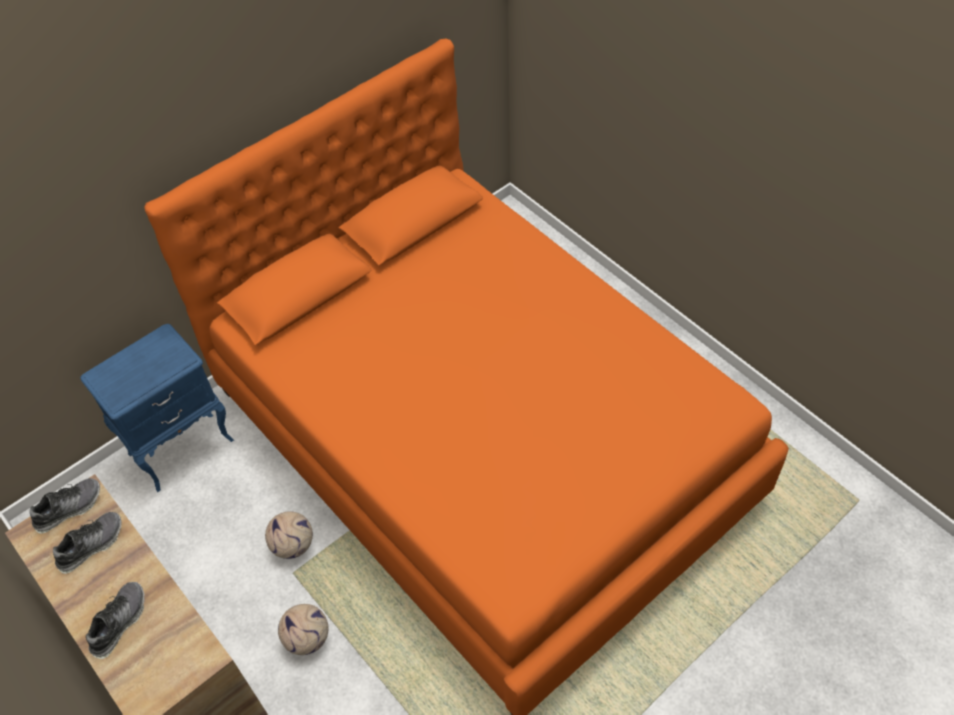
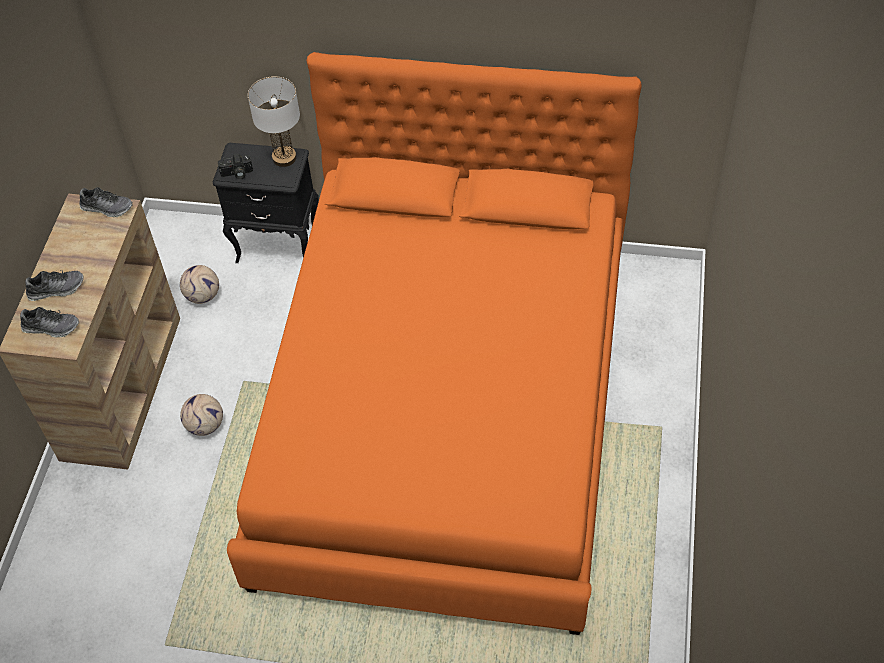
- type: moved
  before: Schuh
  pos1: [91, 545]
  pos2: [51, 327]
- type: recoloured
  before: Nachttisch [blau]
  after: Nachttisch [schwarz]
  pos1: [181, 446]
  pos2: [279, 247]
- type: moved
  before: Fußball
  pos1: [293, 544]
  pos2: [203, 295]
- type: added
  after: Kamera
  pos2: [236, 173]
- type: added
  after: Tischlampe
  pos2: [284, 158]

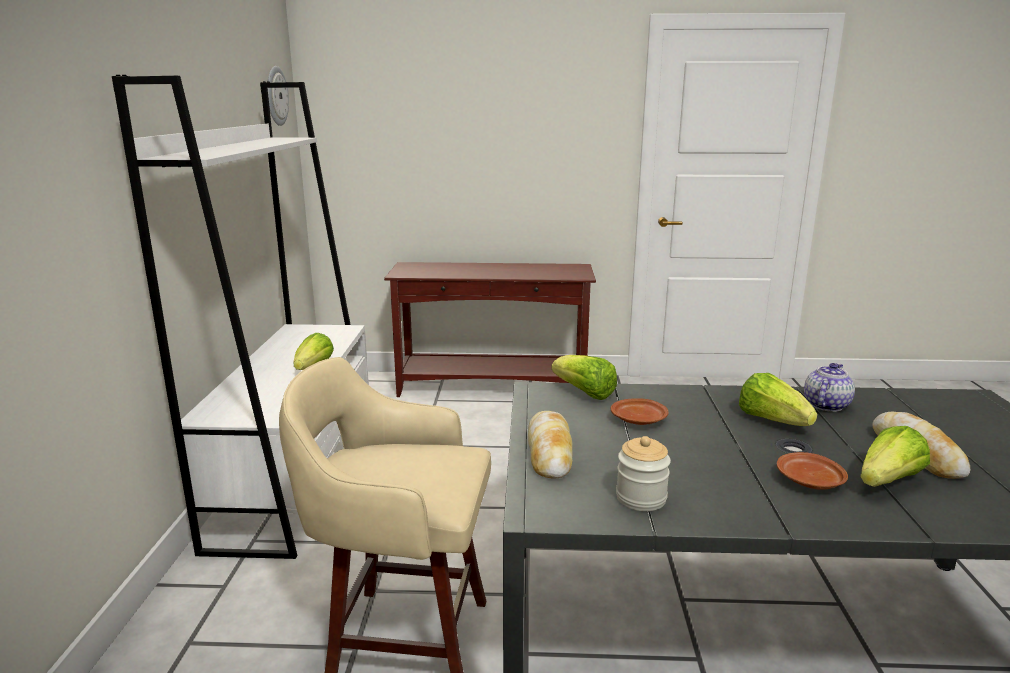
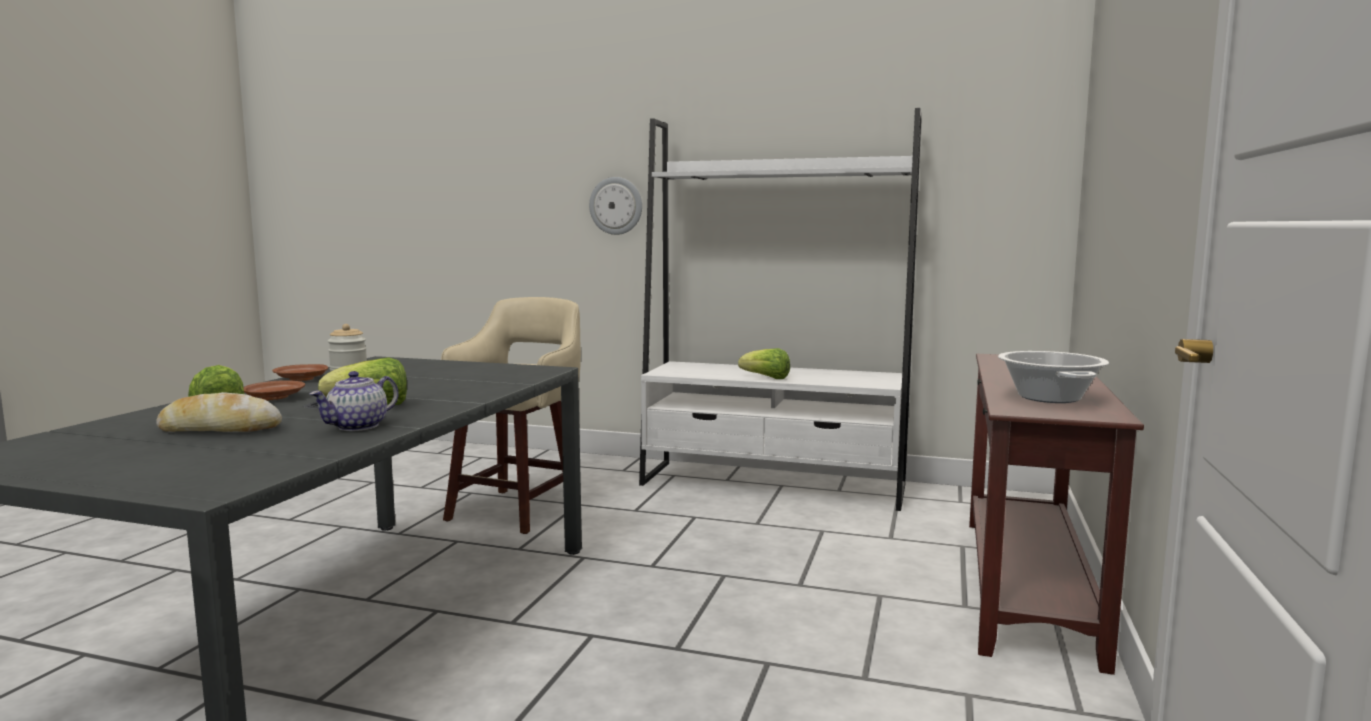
- type: moved
  before: Wanduhr
  pos1: [276, 96]
  pos2: [616, 206]
- type: removed
  before: Brot
  pos1: [549, 452]
- type: removed
  before: Salatkopf
  pos1: [584, 393]
- type: moved
  before: Teller [braun]
  pos1: [639, 420]
  pos2: [301, 379]
- type: turned
  before: Teekanne
  pos1: [825, 405]
  pos2: [358, 426]
  turn: 75
- type: added
  after: Kochtopf
  pos2: [1048, 398]

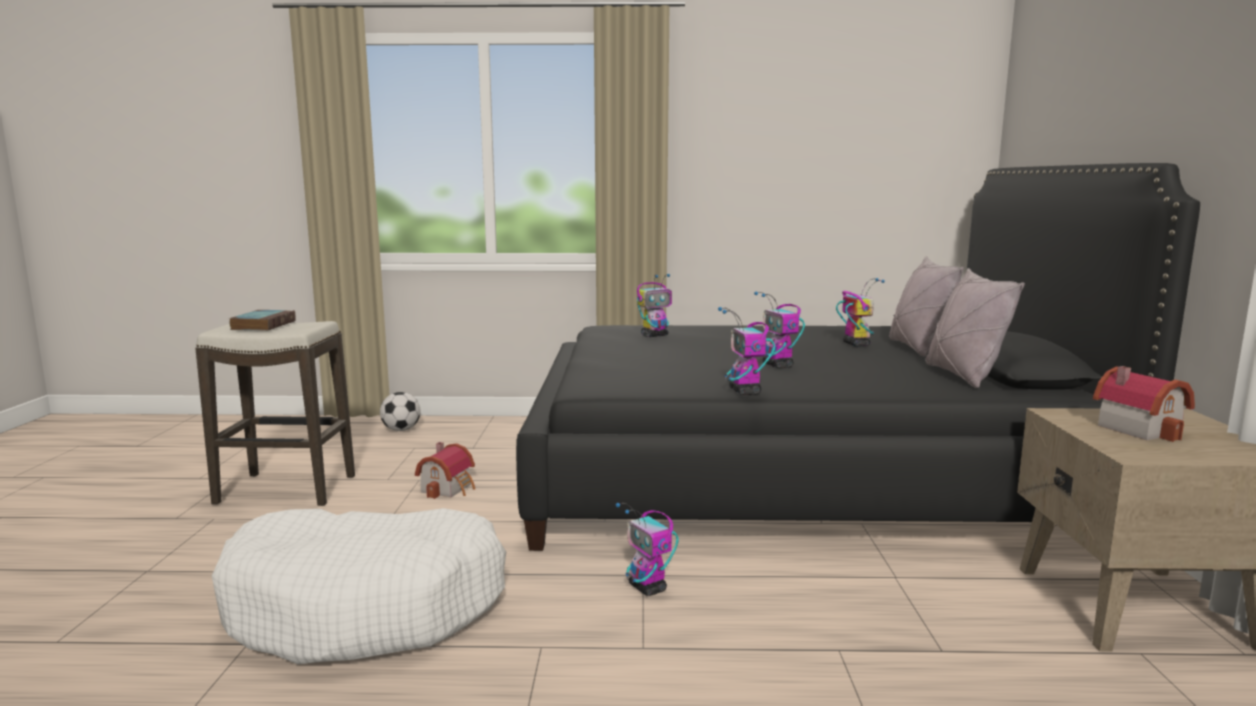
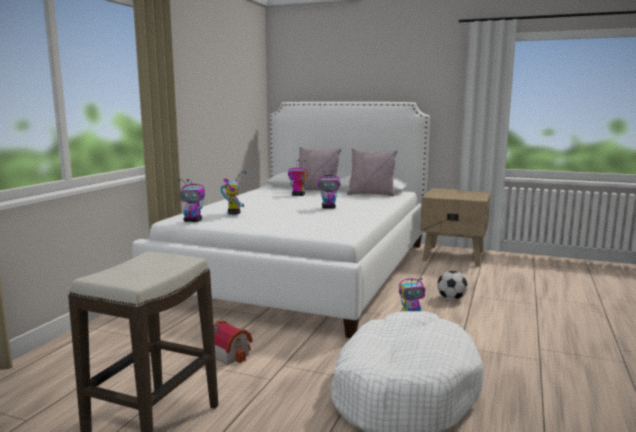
- type: removed
  before: Buch
  pos1: [263, 325]
- type: moved
  before: Fußball
  pos1: [401, 430]
  pos2: [451, 299]
- type: recoloured
  before: Bett [schwarz]
  after: Bett [weiß]
  pos1: [792, 474]
  pos2: [303, 269]
- type: moved
  before: Spielzeugroboter
  pos1: [745, 392]
  pos2: [193, 221]
- type: removed
  before: Spielzeughaus
  pos1: [1139, 428]

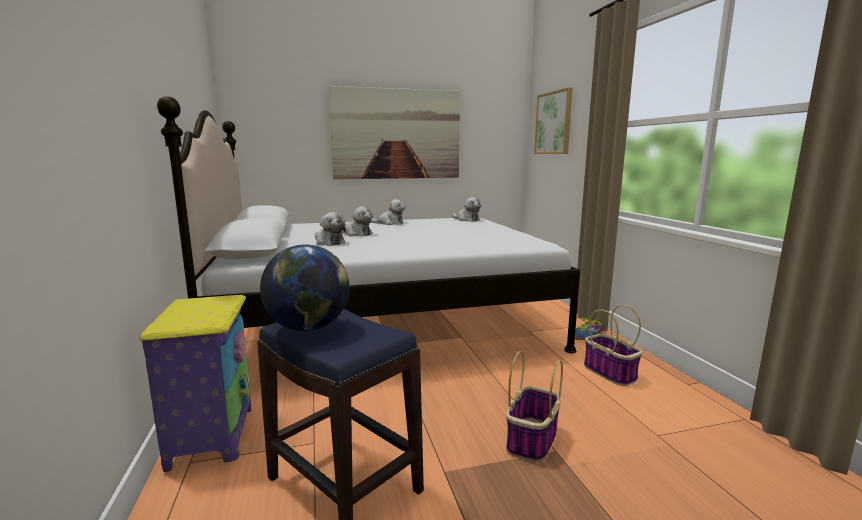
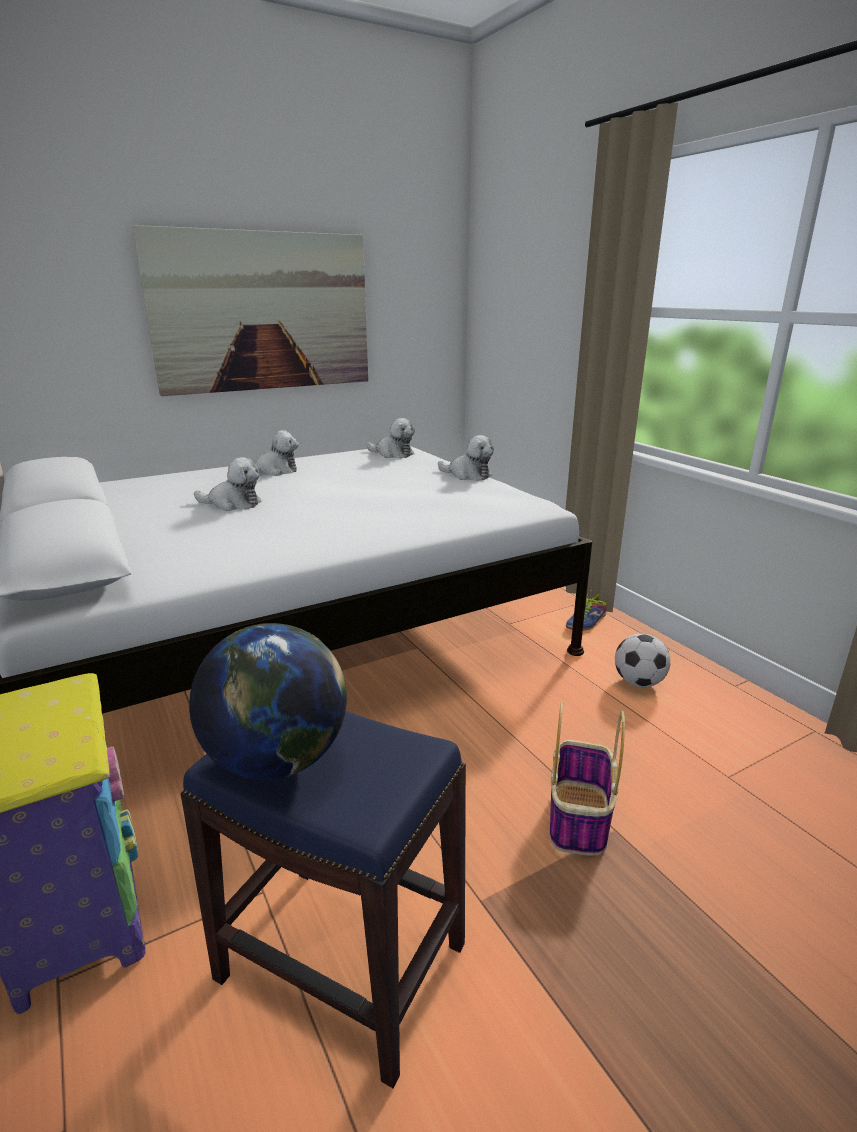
- type: moved
  before: Plüschtier
  pos1: [329, 242]
  pos2: [468, 475]
- type: removed
  before: Bild
  pos1: [553, 123]
- type: replaced
  before: Korb
  after: Fußball
  pos1: [611, 373]
  pos2: [638, 682]

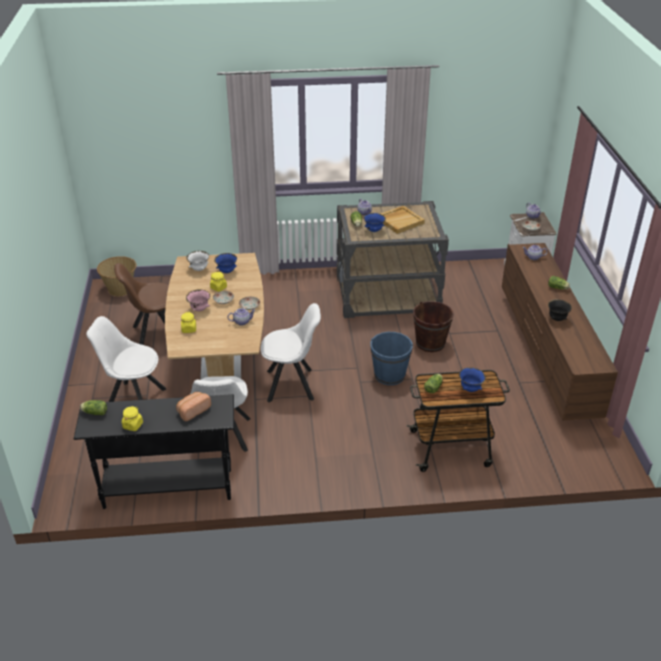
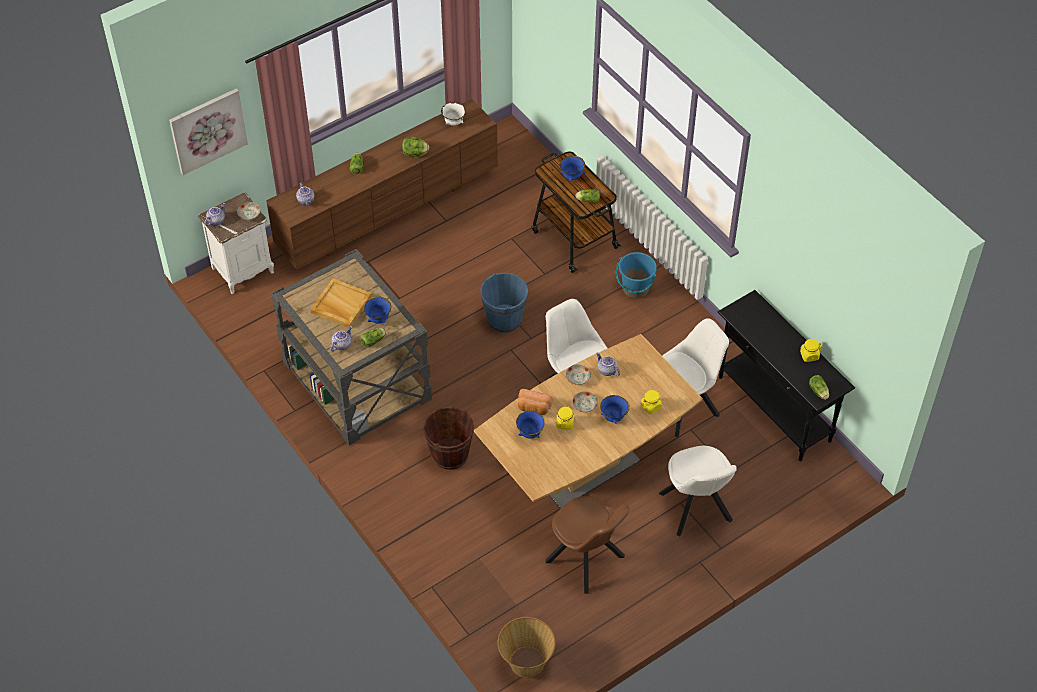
- type: moved
  before: Brot
  pos1: [193, 411]
  pos2: [533, 408]
- type: moved
  before: Schüssel [weiß]
  pos1: [199, 269]
  pos2: [453, 123]
- type: recoloured
  before: Schüssel [rosa]
  after: Schüssel [blau]
  pos1: [199, 309]
  pos2: [613, 417]
- type: moved
  before: Eimer [braun]
  pos1: [430, 343]
  pos2: [450, 454]
- type: replaced
  before: Schüssel [schwarz]
  after: Salatkopf
  pos1: [557, 319]
  pos2: [415, 154]
- type: added
  after: Bild
  pos2: [207, 130]
- type: added
  after: Eimer [blau]
  pos2: [635, 289]

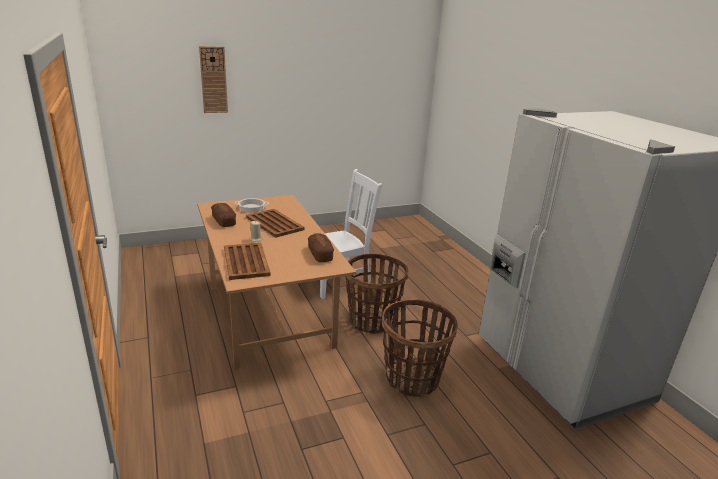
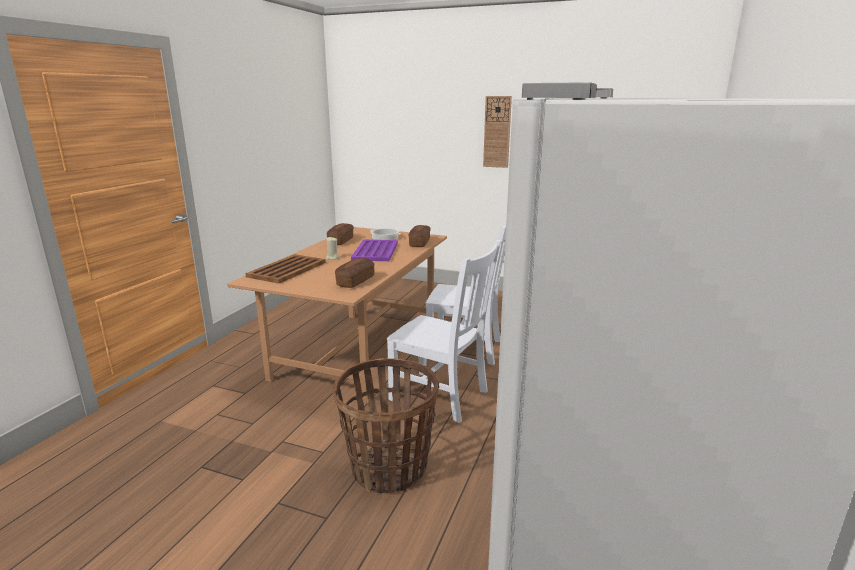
- type: moved
  before: Wanduhr
  pos1: [213, 80]
  pos2: [497, 132]
- type: recoloured
  before: Tablett [braun]
  after: Tablett [lila]
  pos1: [274, 223]
  pos2: [376, 251]
- type: replaced
  before: Korb
  after: Stuhl [weiß]
  pos1: [372, 321]
  pos2: [442, 396]
- type: added
  after: Brot
  pos2: [419, 243]

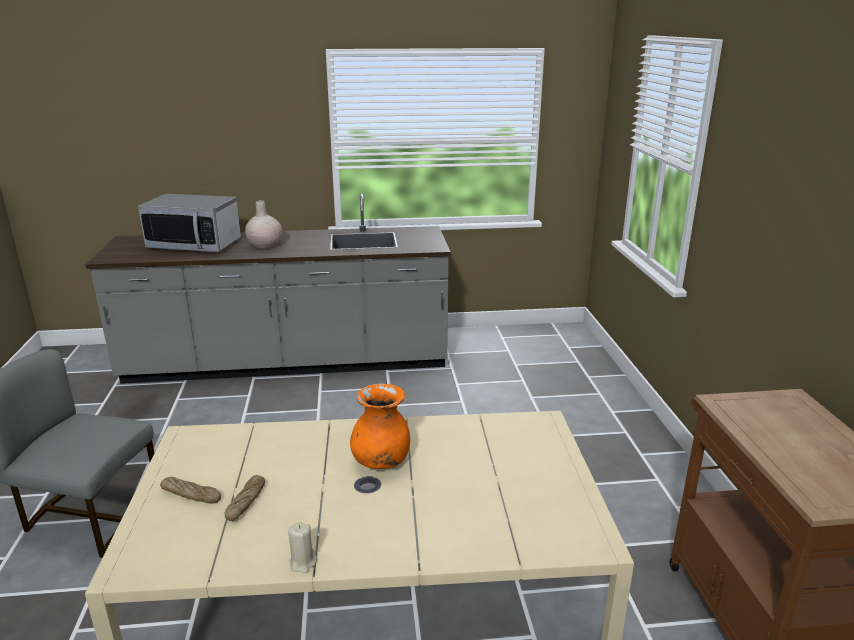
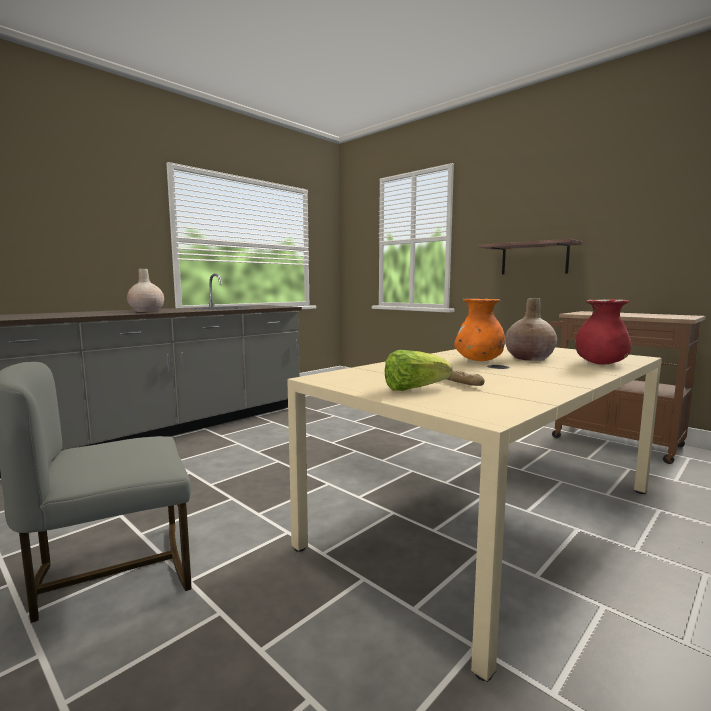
- type: removed
  before: Mikrowelle
  pos1: [195, 245]
- type: replaced
  before: Brot
  after: Salatkopf
  pos1: [191, 495]
  pos2: [414, 389]
- type: removed
  before: Kerze [beige]
  pos1: [303, 562]
- type: added
  after: Wandregal
  pos2: [534, 259]
- type: added
  after: Vase [beige]
  pos2: [529, 358]
- type: added
  after: Vase [rot]
  pos2: [600, 363]

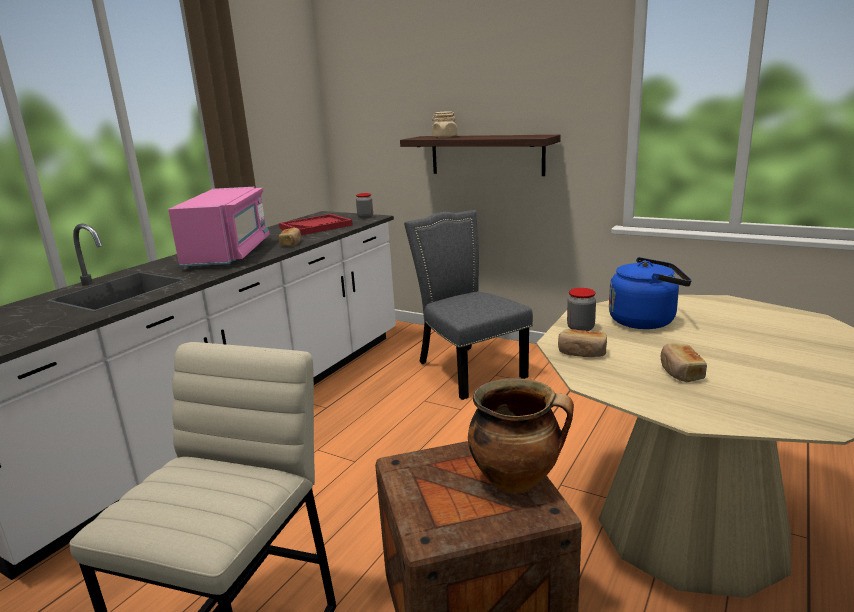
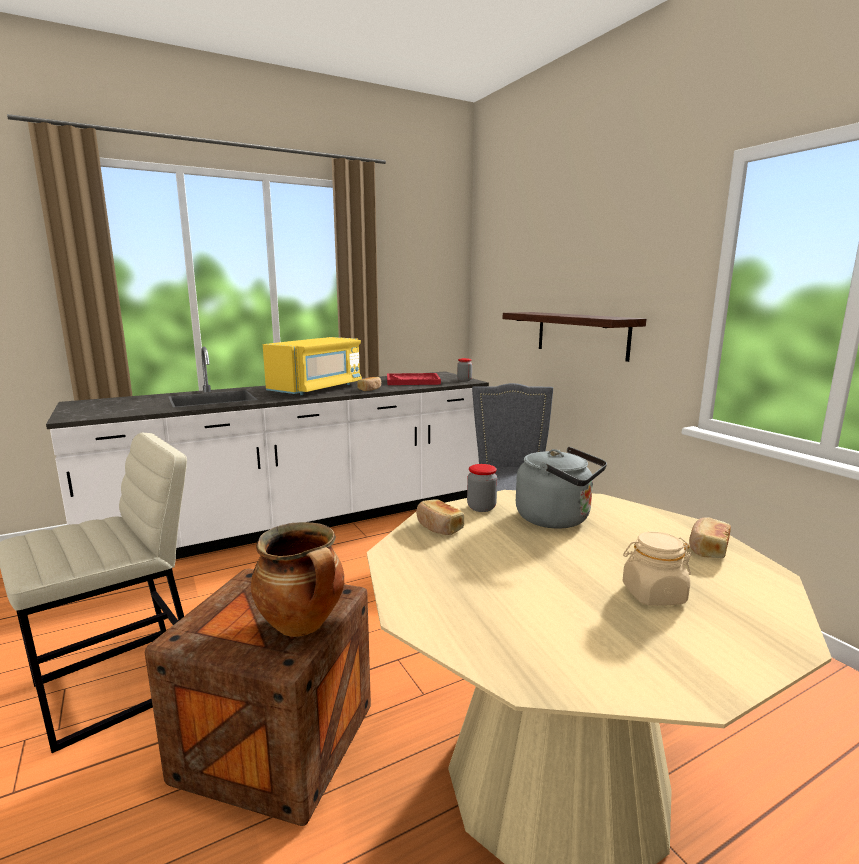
- type: recoloured
  before: Mikrowelle [rosa]
  after: Mikrowelle [gelb]
  pos1: [228, 254]
  pos2: [317, 388]
- type: moved
  before: Vorratsglas [beige]
  pos1: [444, 137]
  pos2: [653, 594]
- type: recoloured
  before: Wasserkessel [blau]
  after: Wasserkessel [grau]
  pos1: [646, 321]
  pos2: [557, 519]
- type: moved
  before: Brot
  pos1: [680, 372]
  pos2: [707, 548]

